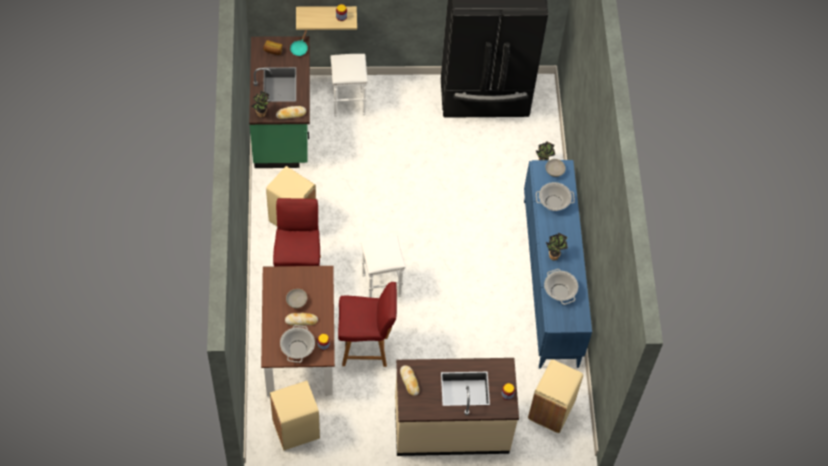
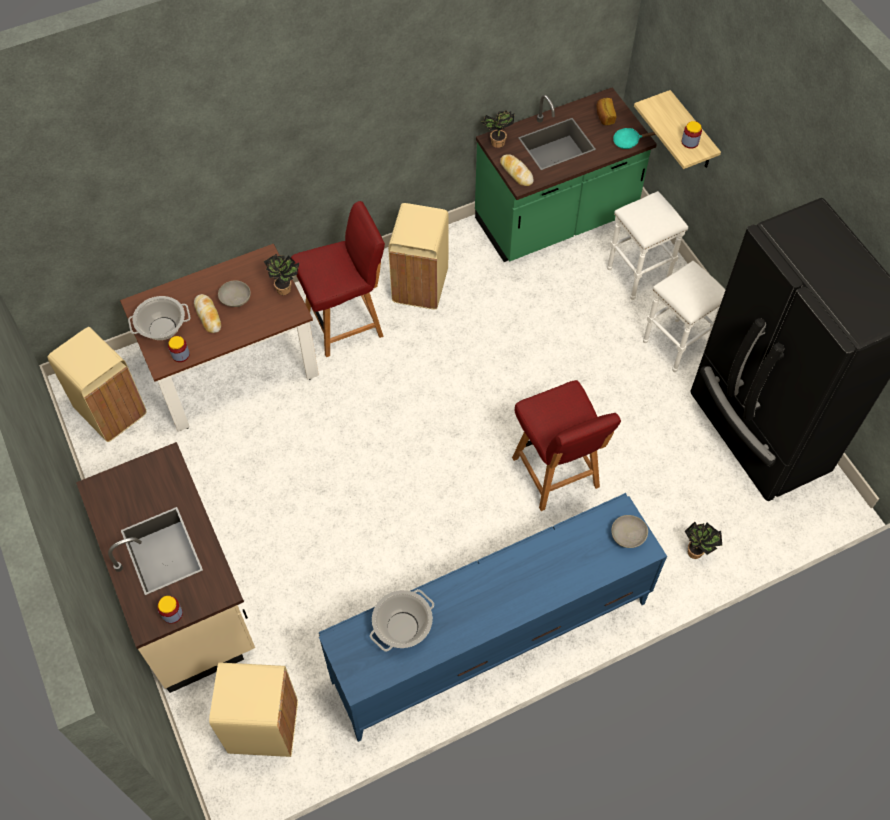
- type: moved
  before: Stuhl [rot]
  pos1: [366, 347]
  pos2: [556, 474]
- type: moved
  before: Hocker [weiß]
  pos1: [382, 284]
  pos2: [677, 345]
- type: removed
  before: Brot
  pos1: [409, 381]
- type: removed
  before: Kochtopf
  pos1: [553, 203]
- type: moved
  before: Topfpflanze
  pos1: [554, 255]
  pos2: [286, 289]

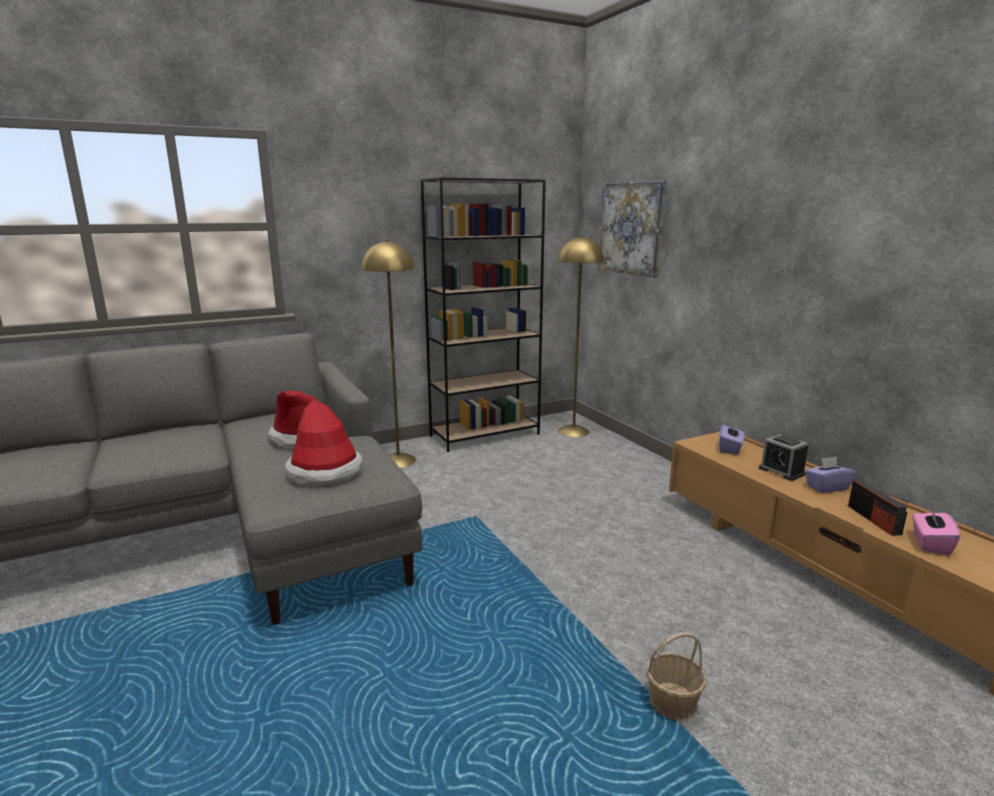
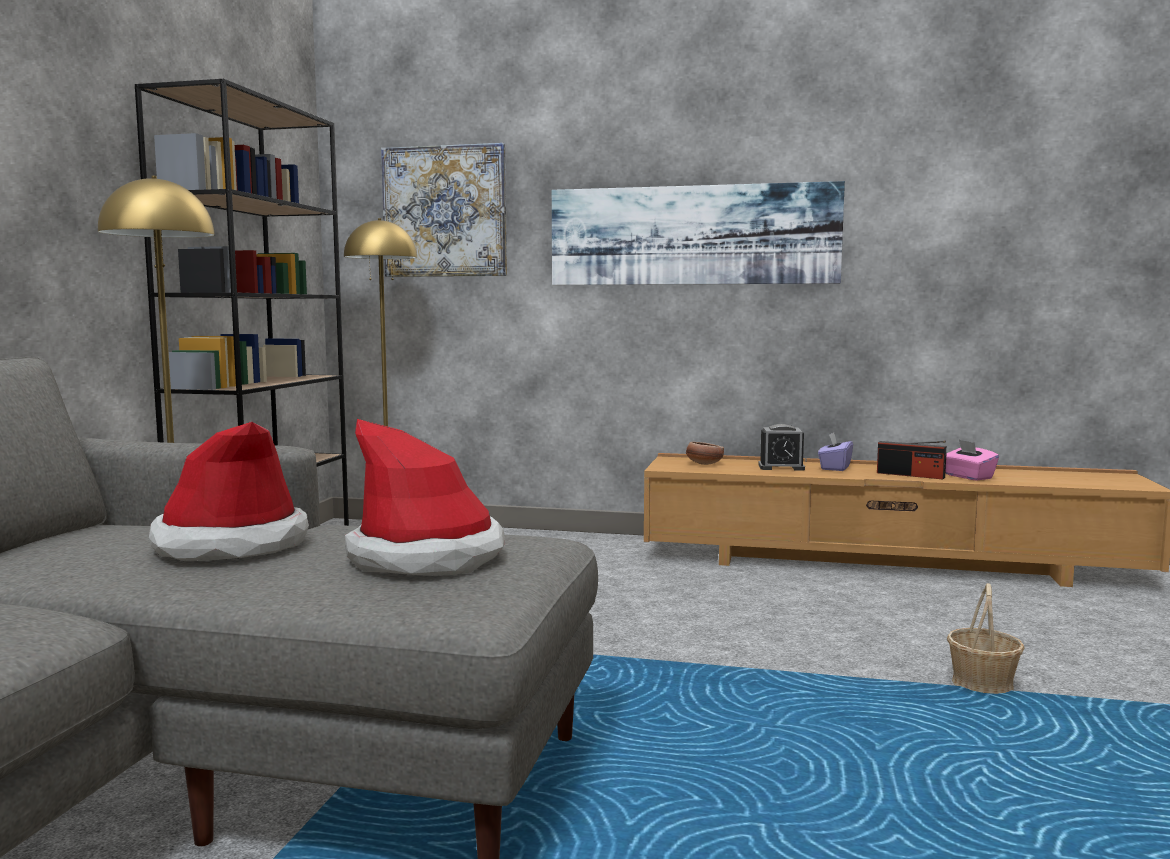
- type: replaced
  before: Taschentuchbox [lila]
  after: Schüssel
  pos1: [730, 449]
  pos2: [703, 464]
- type: added
  after: Bild
  pos2: [692, 235]

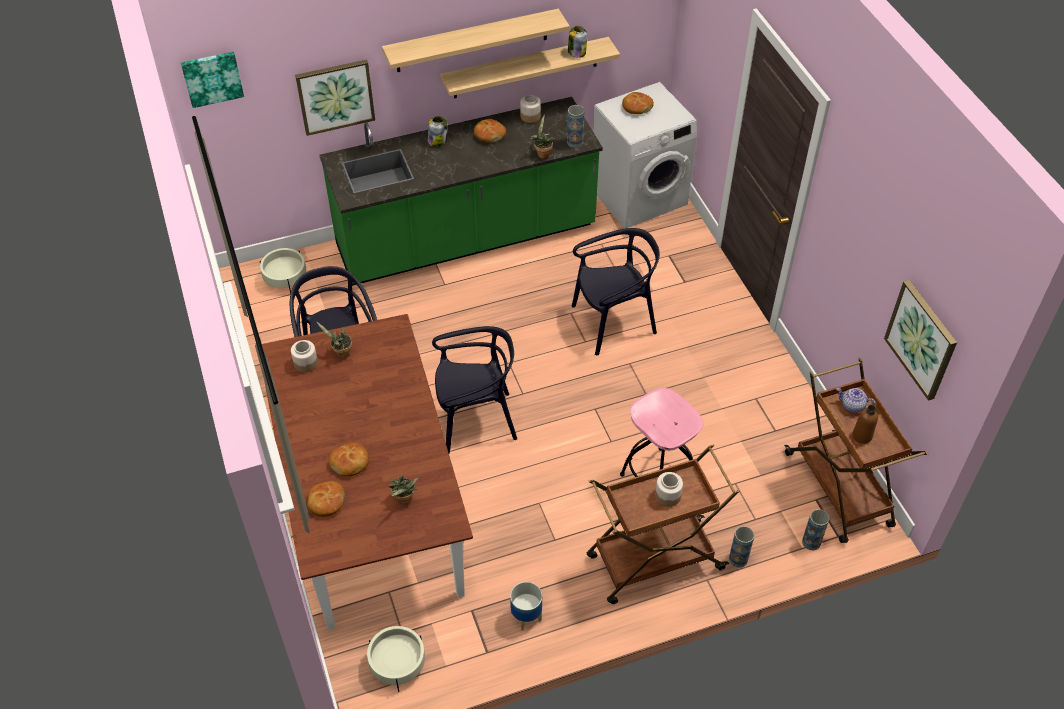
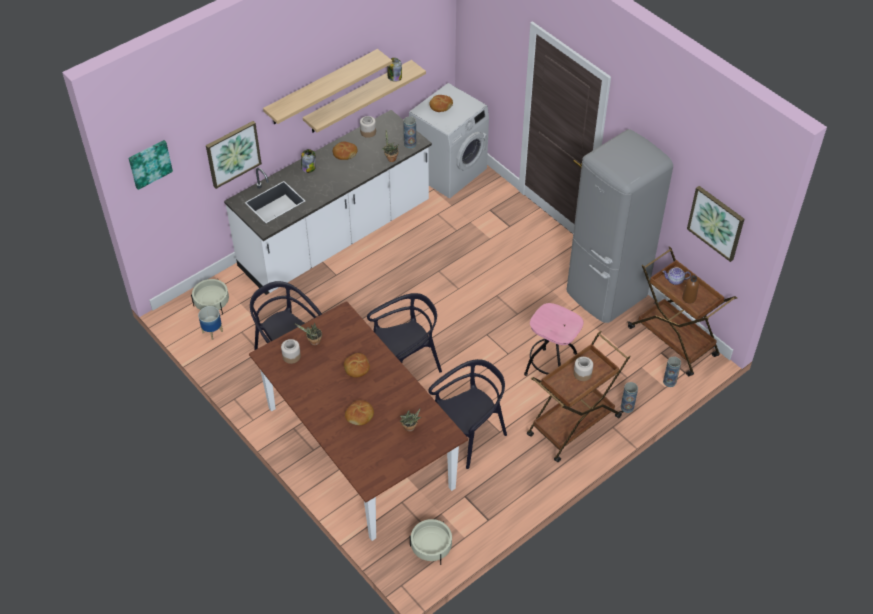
- type: moved
  before: Brot
  pos1: [326, 502]
  pos2: [356, 368]
- type: recoloured
  before: Küchenzeile [grün]
  after: Küchenzeile [weiß]
  pos1: [466, 238]
  pos2: [336, 236]
- type: moved
  before: Pflanzkübel
  pos1: [526, 616]
  pos2: [212, 331]
- type: moved
  before: Stuhl [schwarz]
  pos1: [613, 322]
  pos2: [469, 435]
- type: added
  after: Kühlschrank [grau]
  pos2: [604, 295]

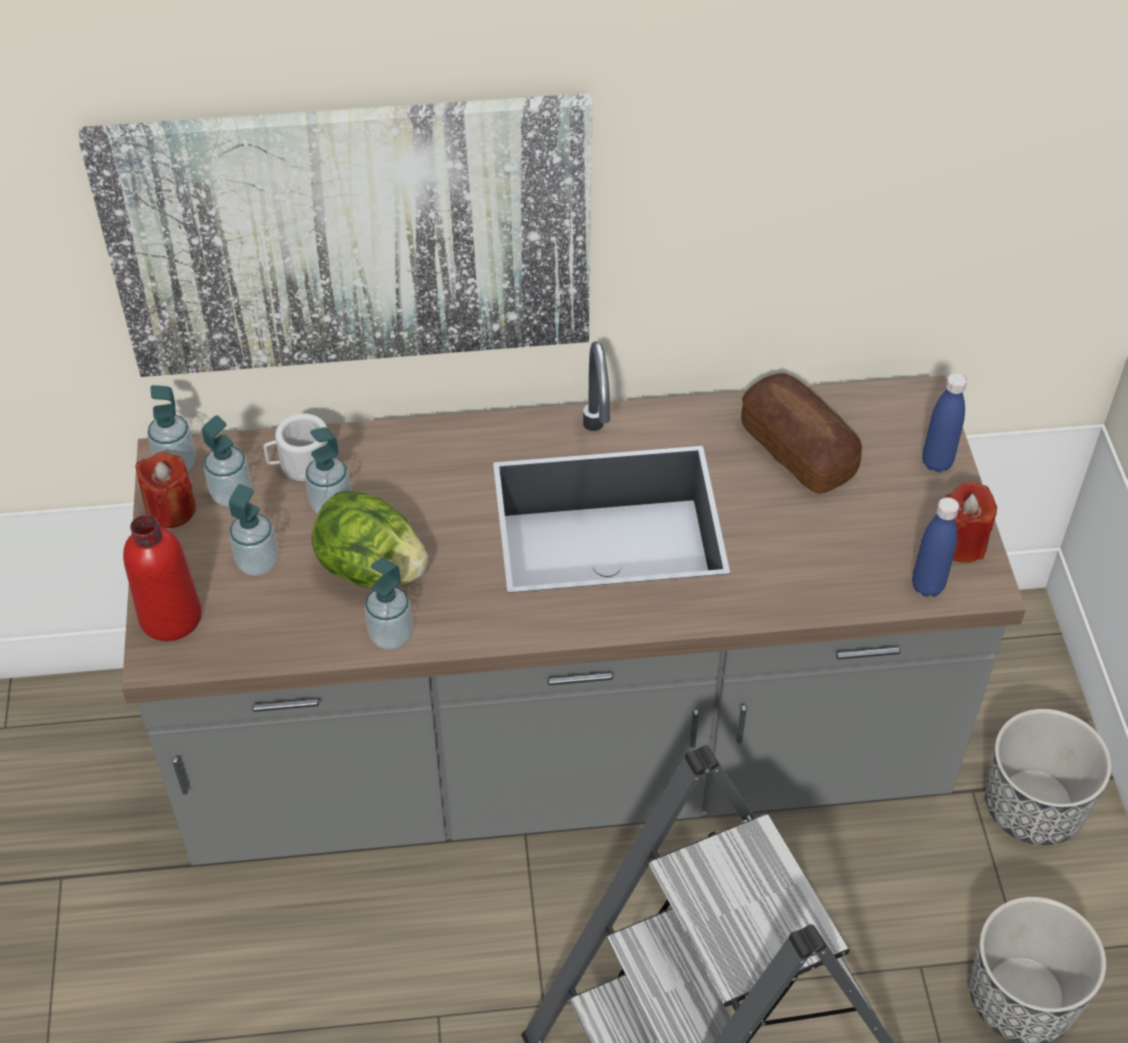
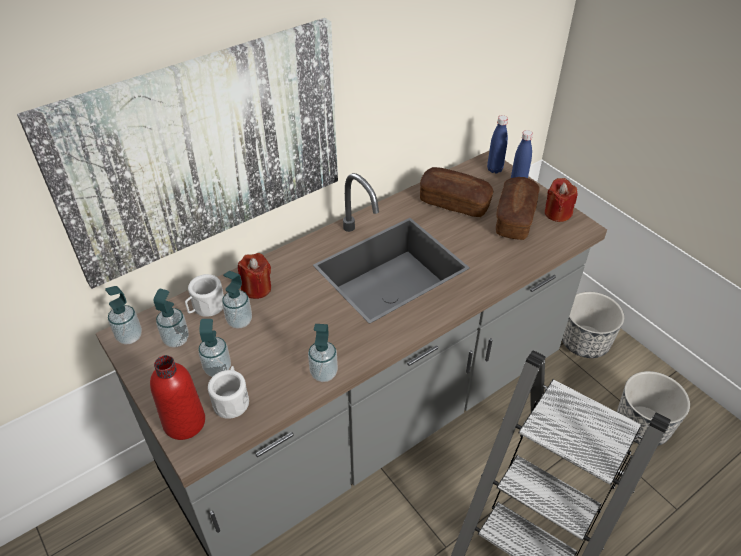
- type: moved
  before: Kerze [rot]
  pos1: [171, 509]
  pos2: [256, 288]
- type: removed
  before: Salatkopf
  pos1: [371, 570]
- type: moved
  before: Flasche [blau]
  pos1: [927, 586]
  pos2: [494, 169]
- type: added
  after: Henkelbecher [weiß]
  pos2: [232, 400]
- type: added
  after: Brot
  pos2: [514, 218]

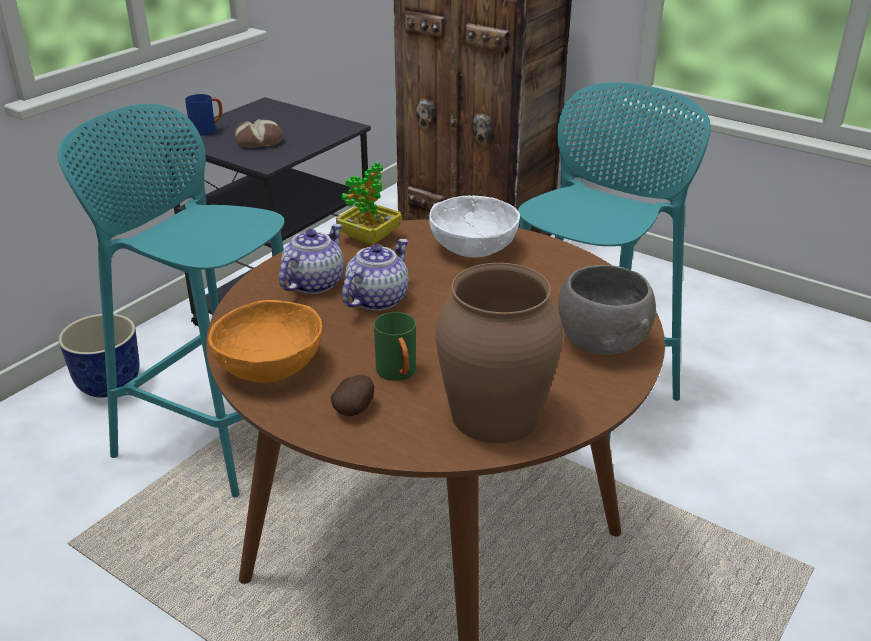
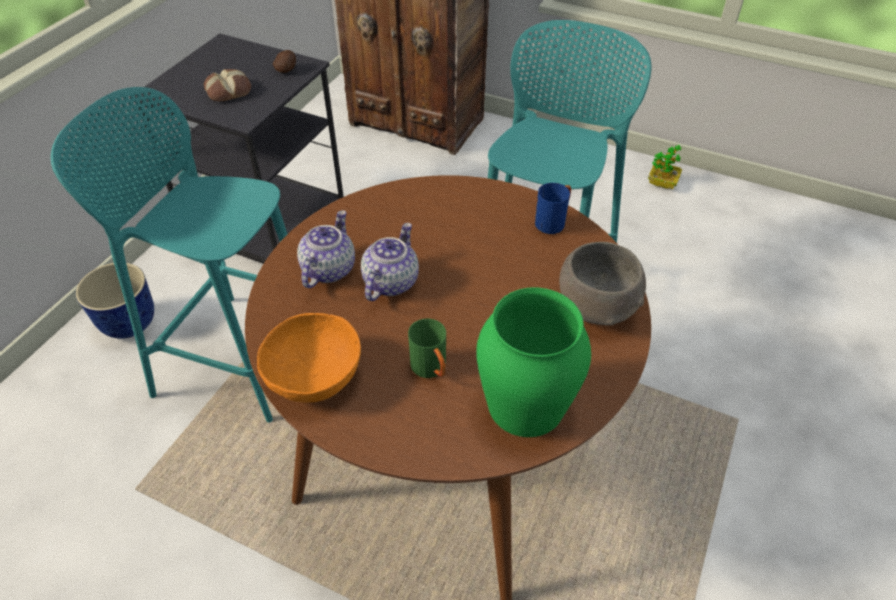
- type: moved
  before: Henkelbecher [blau]
  pos1: [207, 130]
  pos2: [553, 221]
- type: moved
  before: Kartoffel
  pos1: [355, 409]
  pos2: [287, 70]
- type: moved
  before: Topfpflanze
  pos1: [369, 238]
  pos2: [662, 183]
- type: removed
  before: Schüssel [weiß]
  pos1: [473, 247]
- type: recoloured
  before: Vase [braun]
  after: Vase [grün]
  pos1: [494, 414]
  pos2: [525, 403]

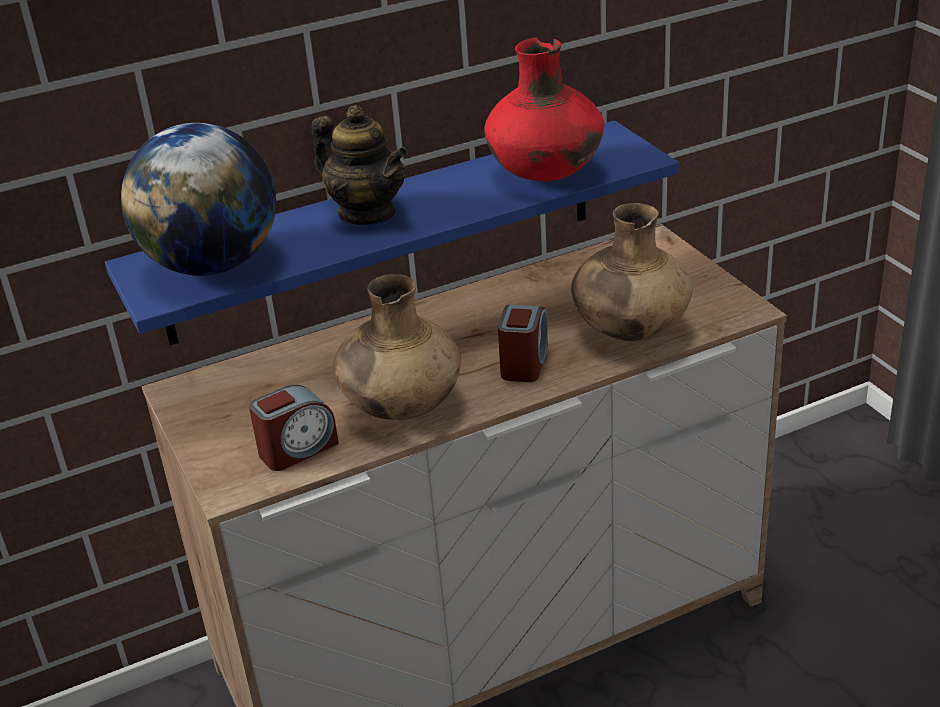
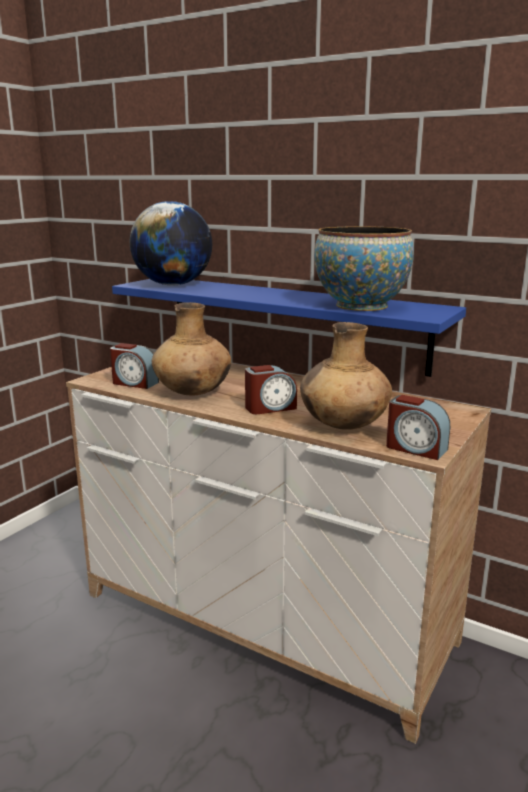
- type: removed
  before: Teekanne
  pos1: [367, 213]
- type: replaced
  before: Vase [rot]
  after: Schüssel
  pos1: [546, 174]
  pos2: [361, 306]
- type: added
  after: Wecker
  pos2: [415, 448]

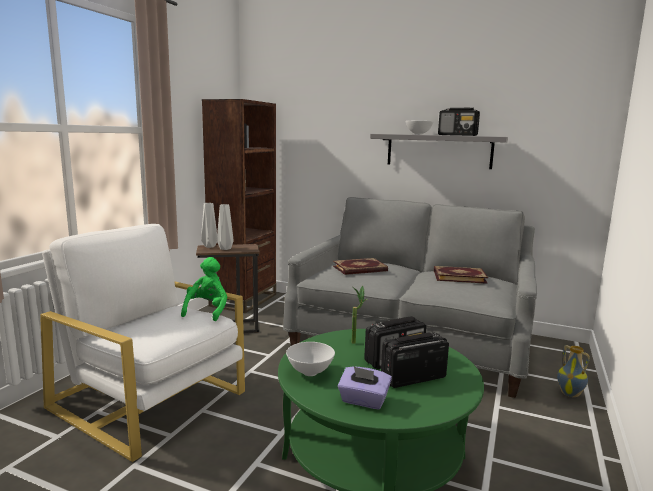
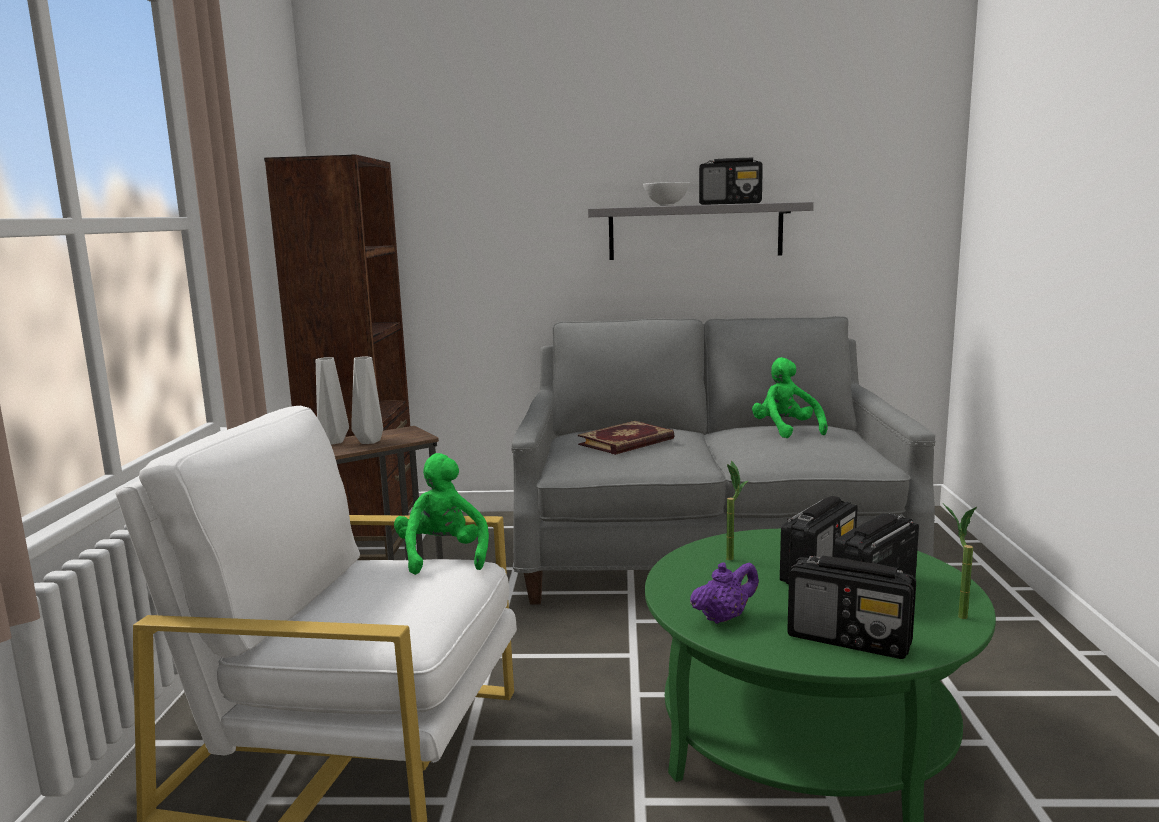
- type: replaced
  before: Schüssel [weiß]
  after: Teekanne [lila]
  pos1: [310, 372]
  pos2: [723, 617]
- type: replaced
  before: Taschentuchbox [lila]
  after: Radio
  pos1: [363, 401]
  pos2: [850, 640]
- type: replaced
  before: Buch
  after: Plüschtier [grün]
  pos1: [459, 276]
  pos2: [785, 430]
- type: removed
  before: Vase
  pos1: [570, 394]
- type: added
  after: Topfpflanze
  pos2: [955, 613]

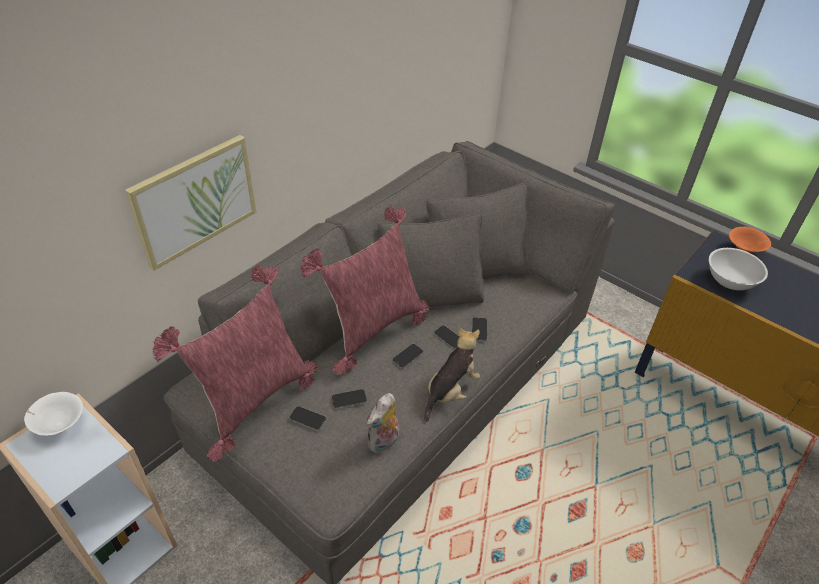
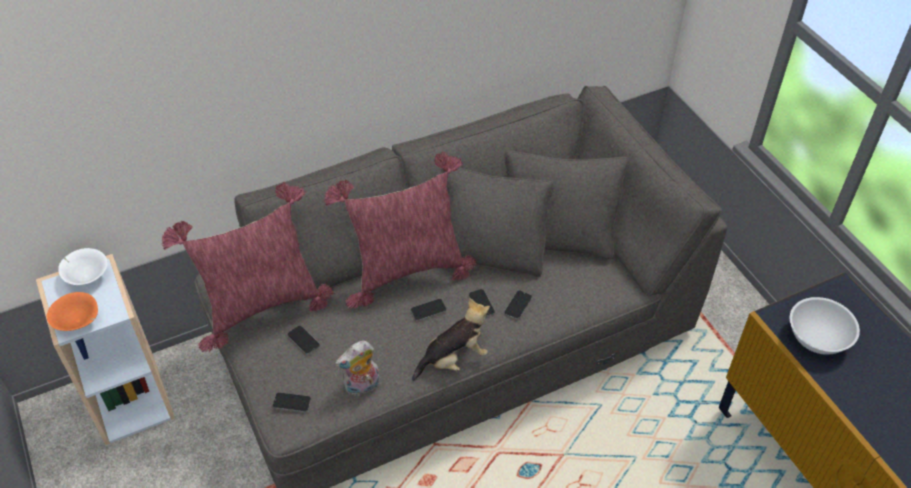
- type: removed
  before: Bild
  pos1: [194, 200]
- type: moved
  before: Handy
  pos1: [349, 399]
  pos2: [292, 402]
- type: moved
  before: Schüssel [orange]
  pos1: [745, 250]
  pos2: [78, 322]

